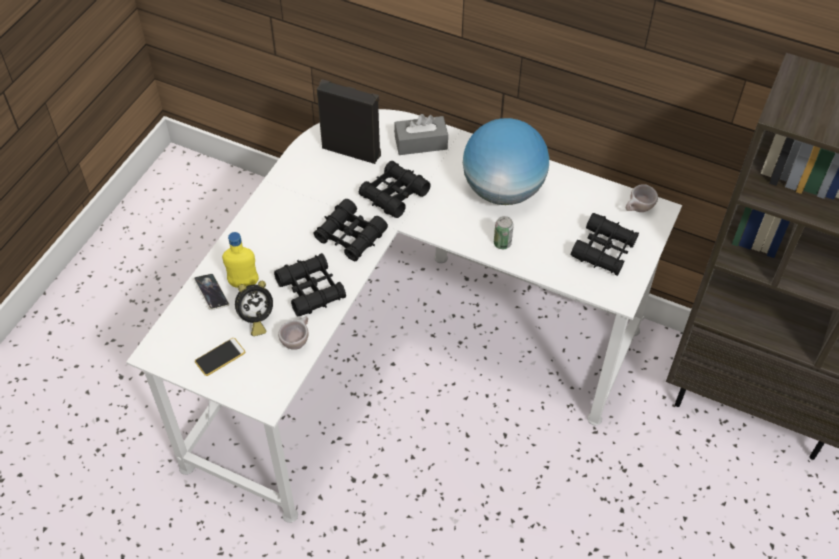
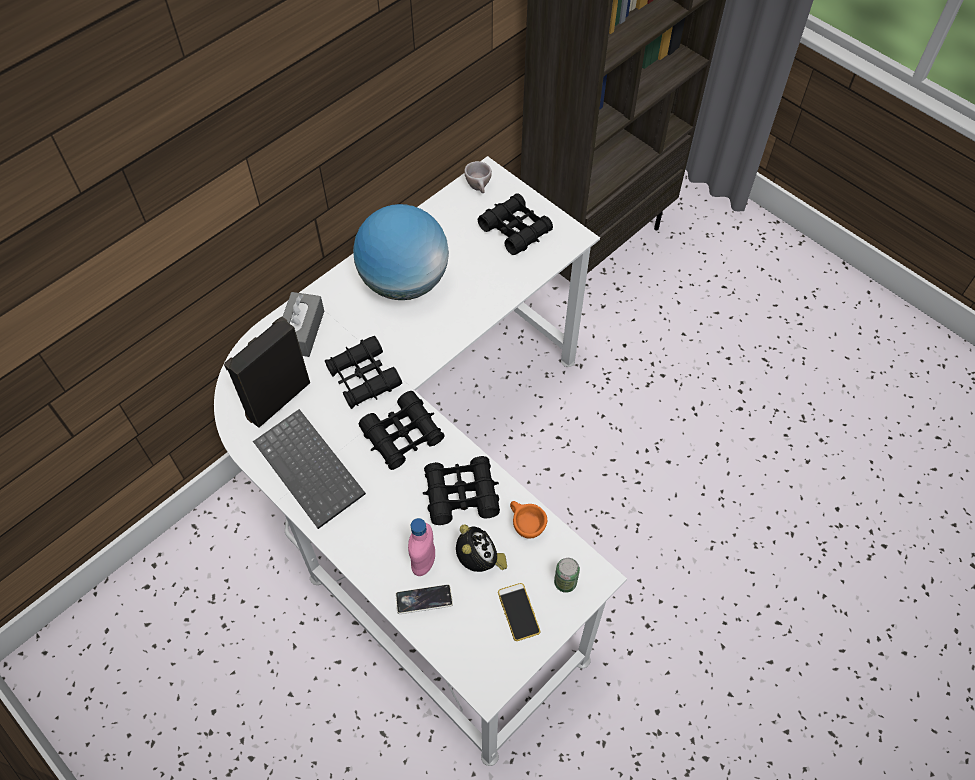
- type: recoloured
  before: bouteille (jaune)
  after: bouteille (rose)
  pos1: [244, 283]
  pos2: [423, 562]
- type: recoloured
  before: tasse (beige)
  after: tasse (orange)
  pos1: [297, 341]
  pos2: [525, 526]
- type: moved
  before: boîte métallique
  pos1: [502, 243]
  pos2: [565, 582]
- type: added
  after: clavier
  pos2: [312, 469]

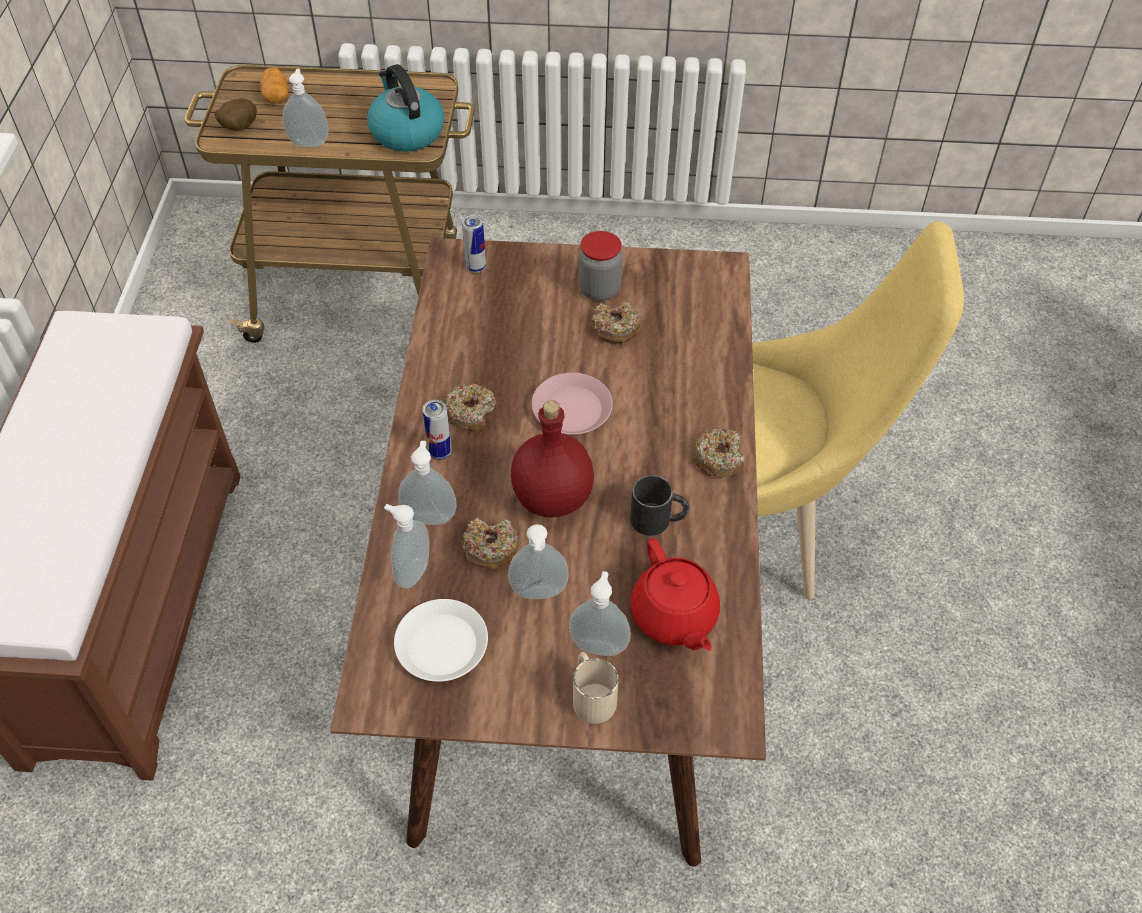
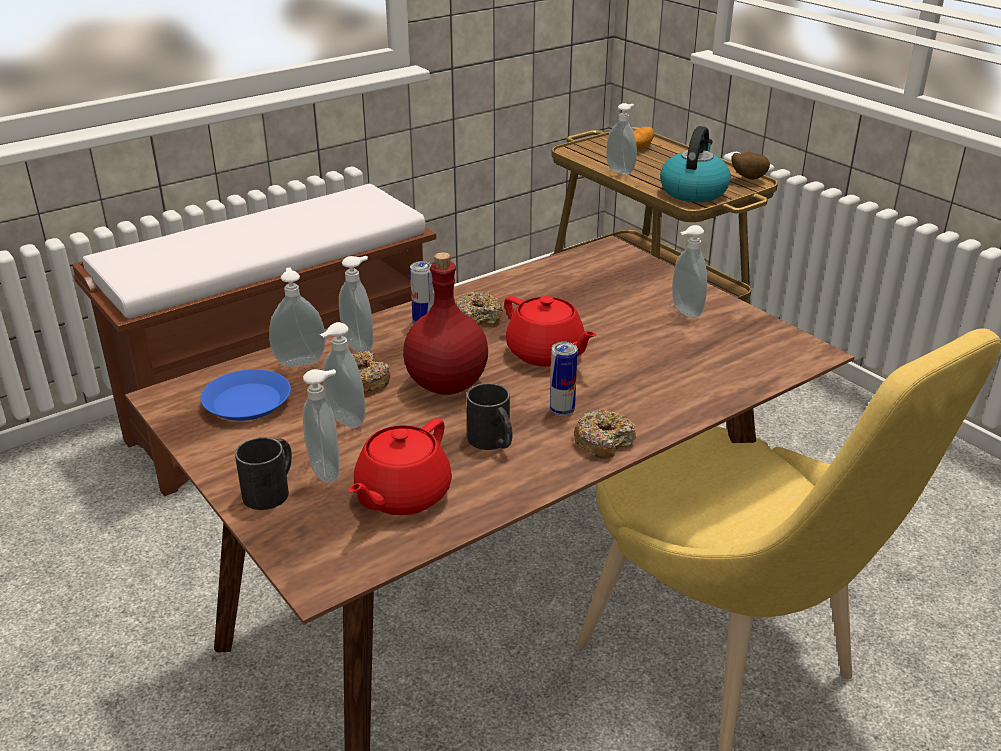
- type: moved
  before: pomme de terre
  pos1: [238, 128]
  pos2: [747, 178]
- type: recoloured
  before: assiette (blanc)
  after: assiette (bleu)
  pos1: [442, 645]
  pos2: [248, 402]
- type: moved
  before: boîte métallique
  pos1: [476, 267]
  pos2: [562, 411]
- type: replaced
  before: assiette (rose)
  after: théière (rouge)
  pos1: [572, 409]
  pos2: [546, 354]
- type: recoloured
  before: mug (beige)
  after: mug (noir)
  pos1: [591, 695]
  pos2: [272, 489]
- type: replaced
  before: bocal
  after: distributeur de savon
  pos1: [599, 289]
  pos2: [684, 312]
- type: removed
  before: beignet
  pos1: [615, 328]

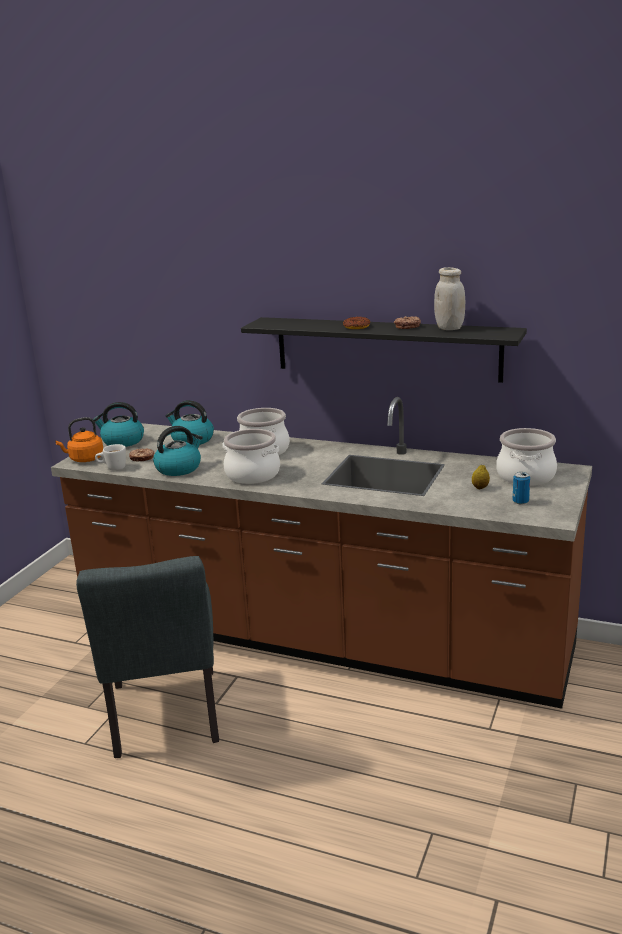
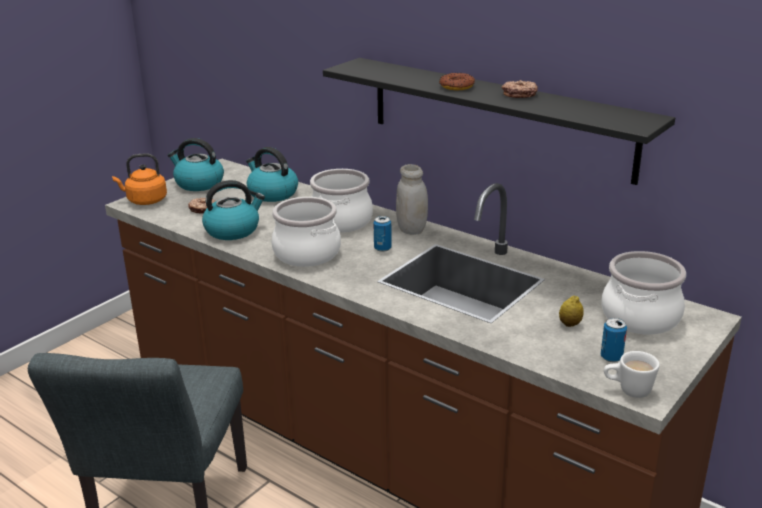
- type: moved
  before: mug (blanc)
  pos1: [112, 468]
  pos2: [628, 390]
- type: moved
  before: bocal (blanc)
  pos1: [449, 328]
  pos2: [411, 230]
- type: added
  after: boîte métallique
  pos2: [382, 248]

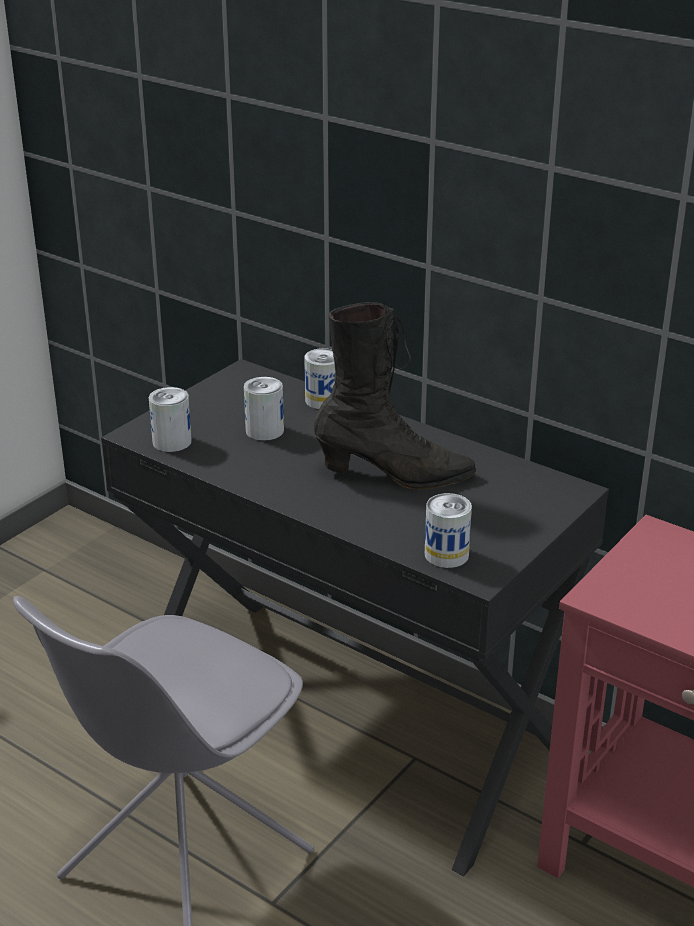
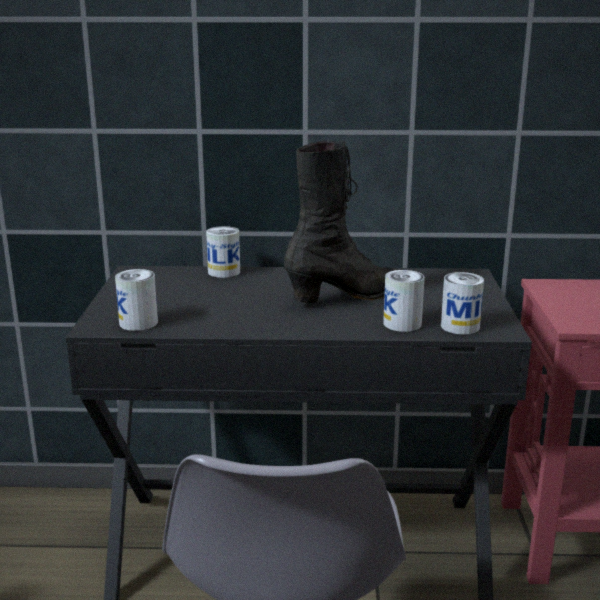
- type: moved
  before: boîte métallique
  pos1: [264, 430]
  pos2: [402, 324]

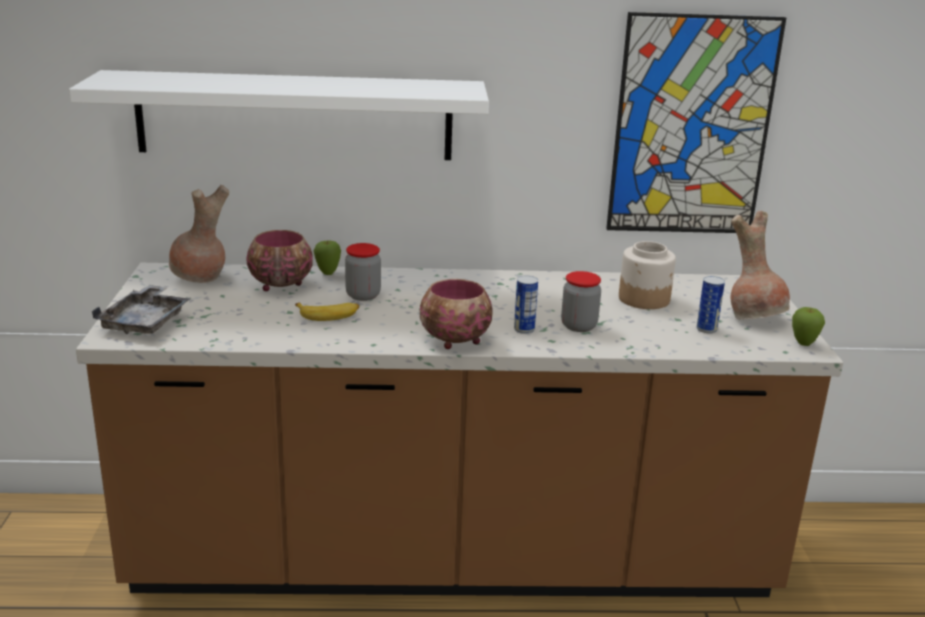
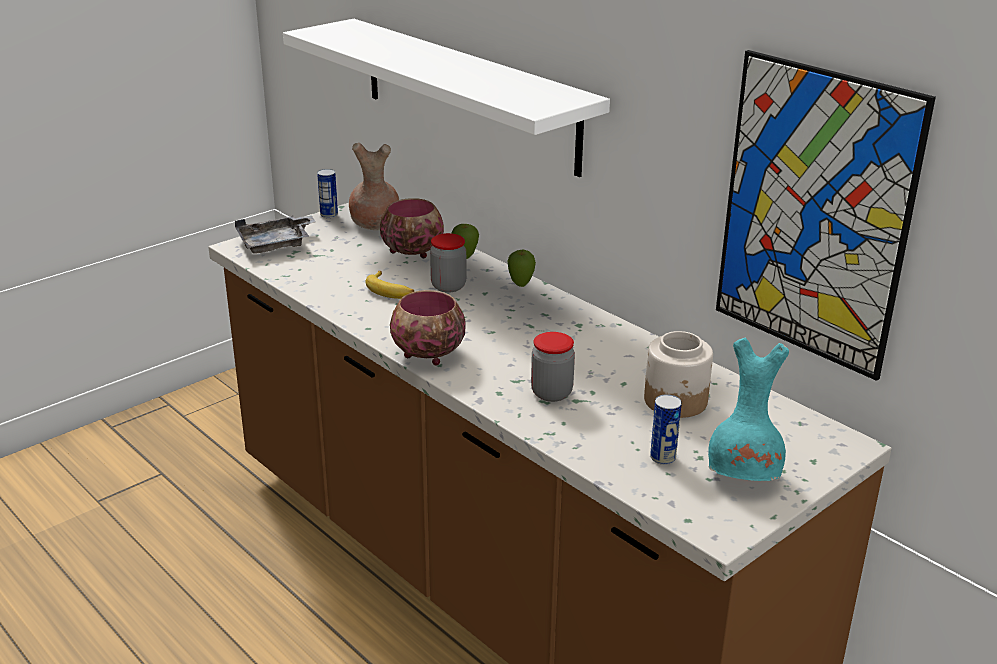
- type: moved
  before: boîte métallique
  pos1: [524, 329]
  pos2: [329, 215]
- type: recoloured
  before: vase (marron)
  after: vase (turquoise)
  pos1: [755, 318]
  pos2: [745, 475]
- type: moved
  before: pomme
  pos1: [803, 344]
  pos2: [521, 285]

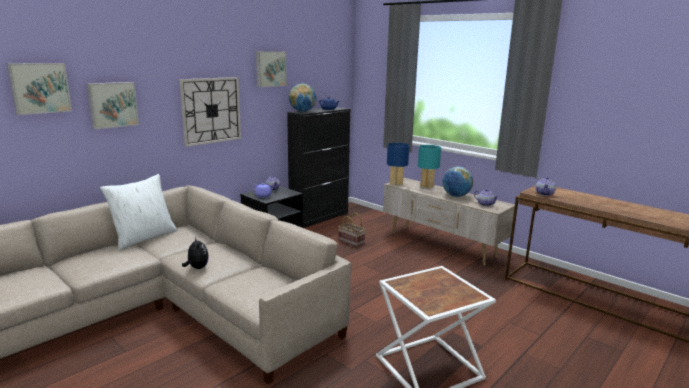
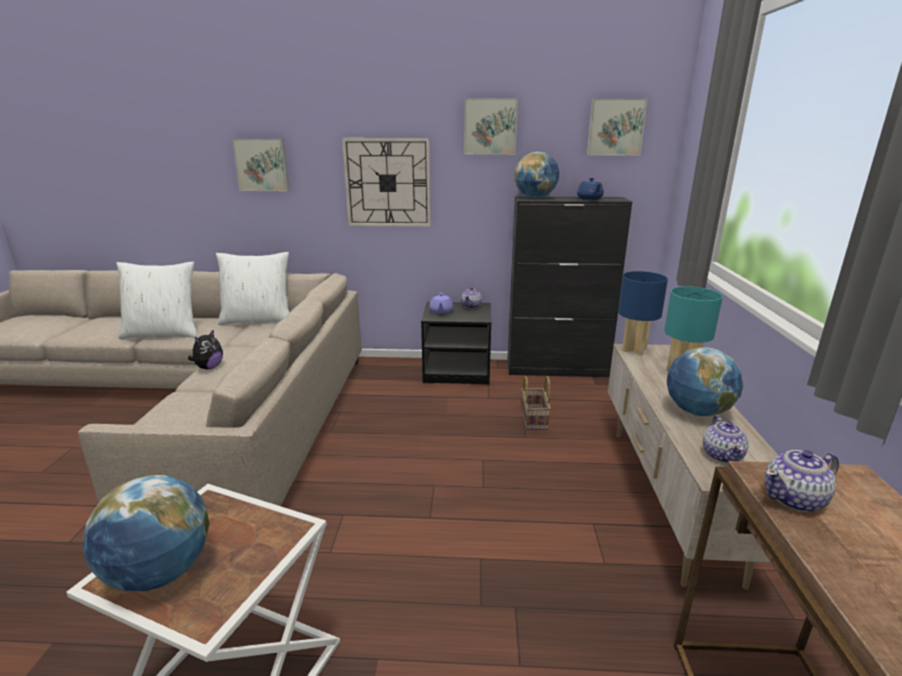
- type: moved
  before: tableau
  pos1: [40, 88]
  pos2: [615, 127]
- type: added
  after: globe
  pos2: [160, 572]
- type: added
  after: coussin (blanc)
  pos2: [164, 333]

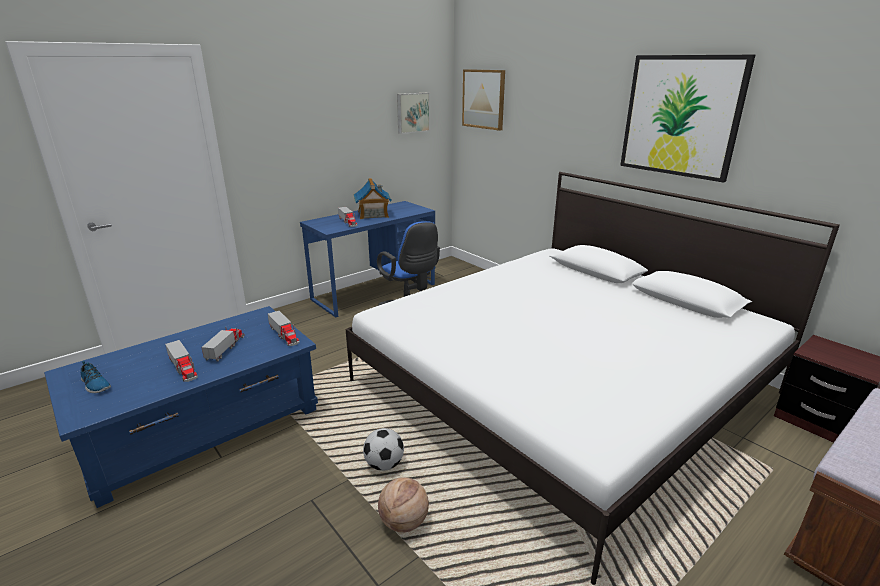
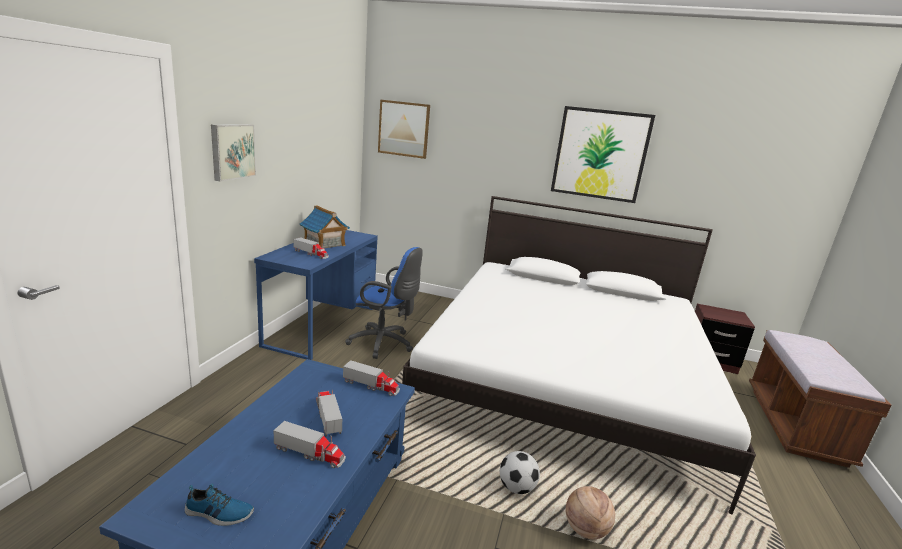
- type: moved
  before: tableau
  pos1: [412, 112]
  pos2: [232, 151]

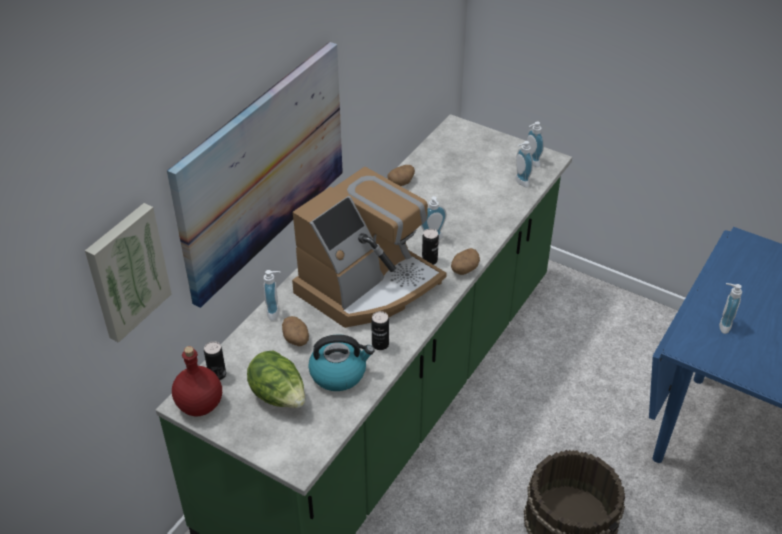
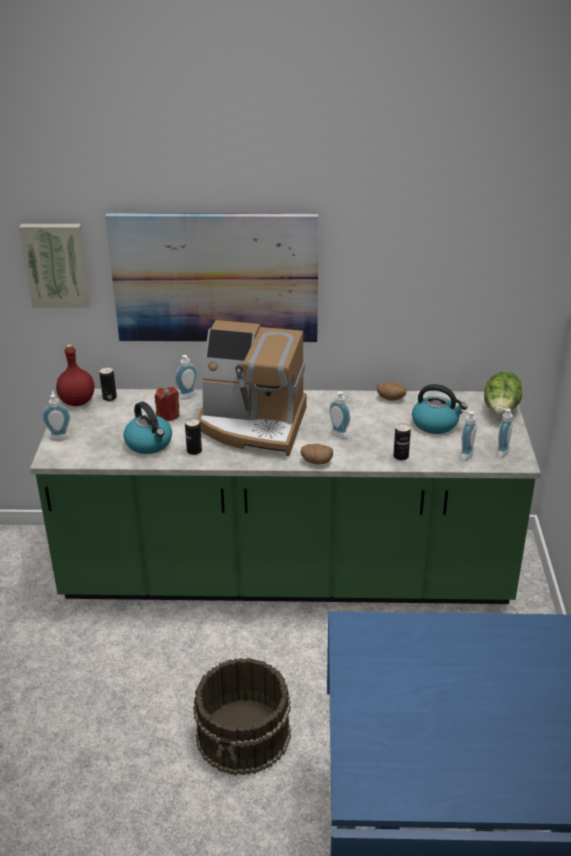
- type: moved
  before: laitue
  pos1: [279, 396]
  pos2: [500, 411]
- type: replaced
  before: pomme de terre
  after: bougie (rouge)
  pos1: [296, 339]
  pos2: [168, 415]
- type: moved
  before: boîte métallique
  pos1: [429, 260]
  pos2: [401, 456]
- type: moved
  before: distributeur de savon
  pos1: [722, 325]
  pos2: [59, 436]
- type: added
  after: bouilloire
  pos2: [436, 424]

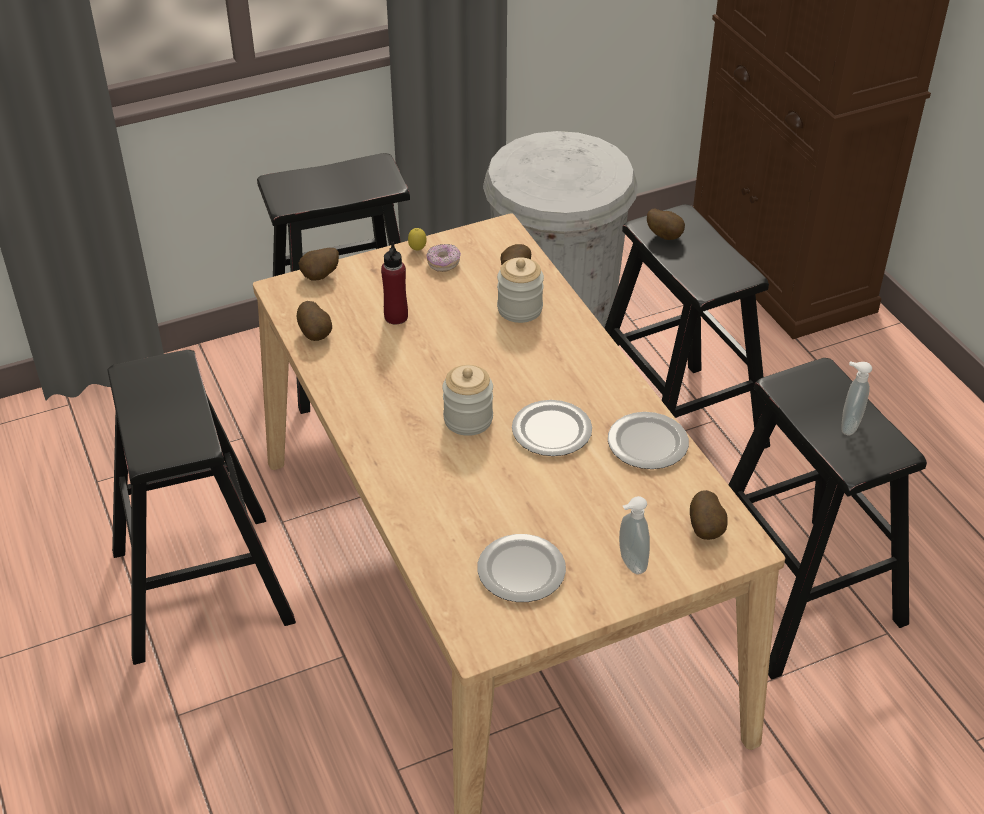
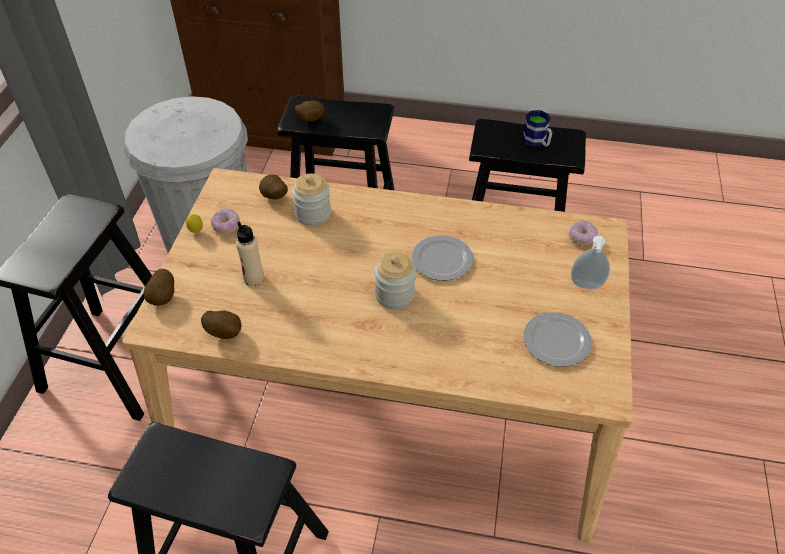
- type: recoloured
  before: bouteille (rouge)
  after: bouteille (beige)
  pos1: [396, 317]
  pos2: [254, 278]
- type: removed
  before: assiette
  pos1: [649, 443]
- type: replaced
  before: pomme de terre
  after: beignet
  pos1: [706, 529]
  pos2: [582, 238]
- type: replaced
  before: distributeur de savon
  after: mug
  pos1: [847, 425]
  pos2: [537, 142]

